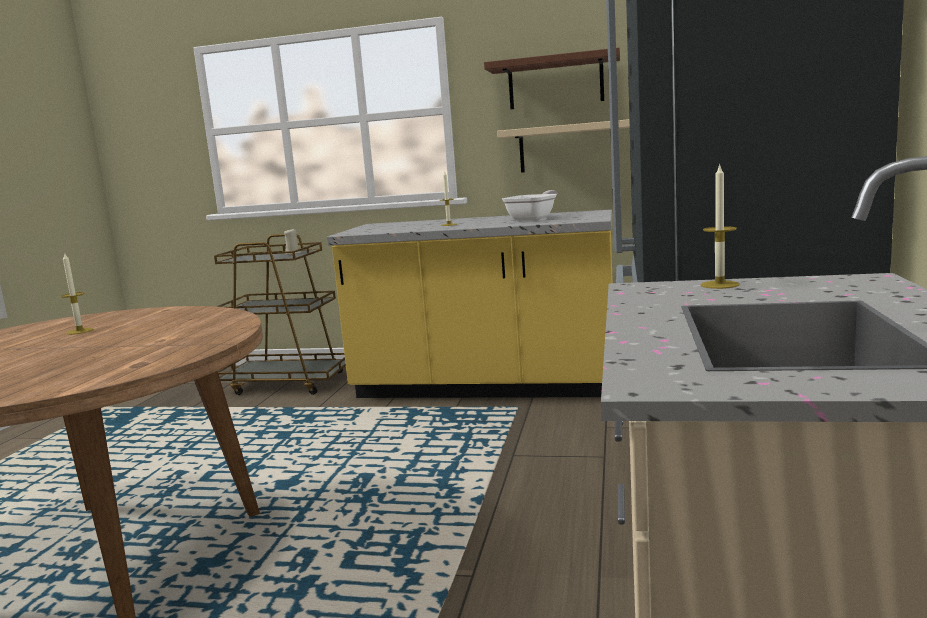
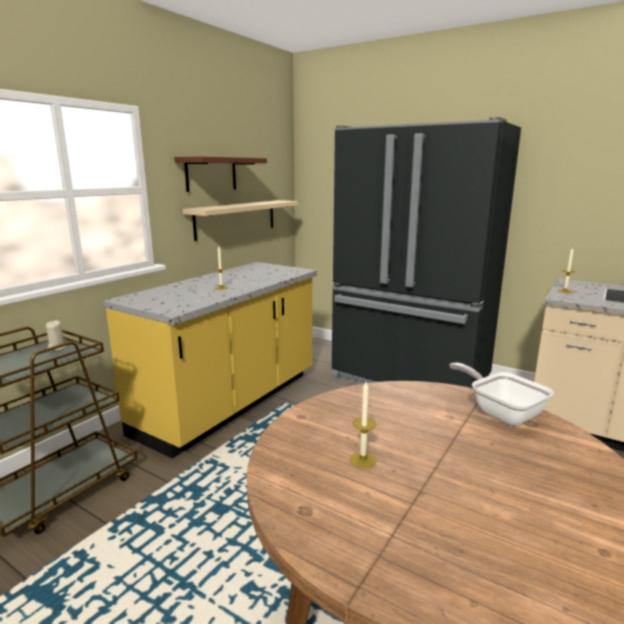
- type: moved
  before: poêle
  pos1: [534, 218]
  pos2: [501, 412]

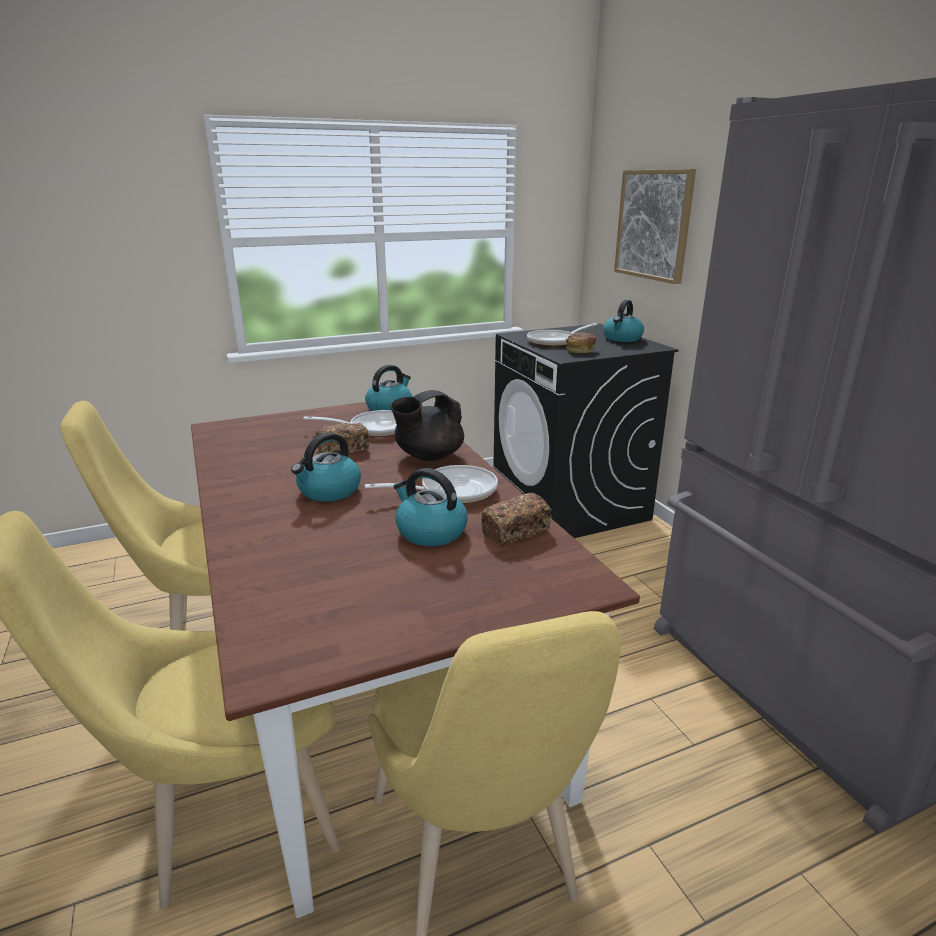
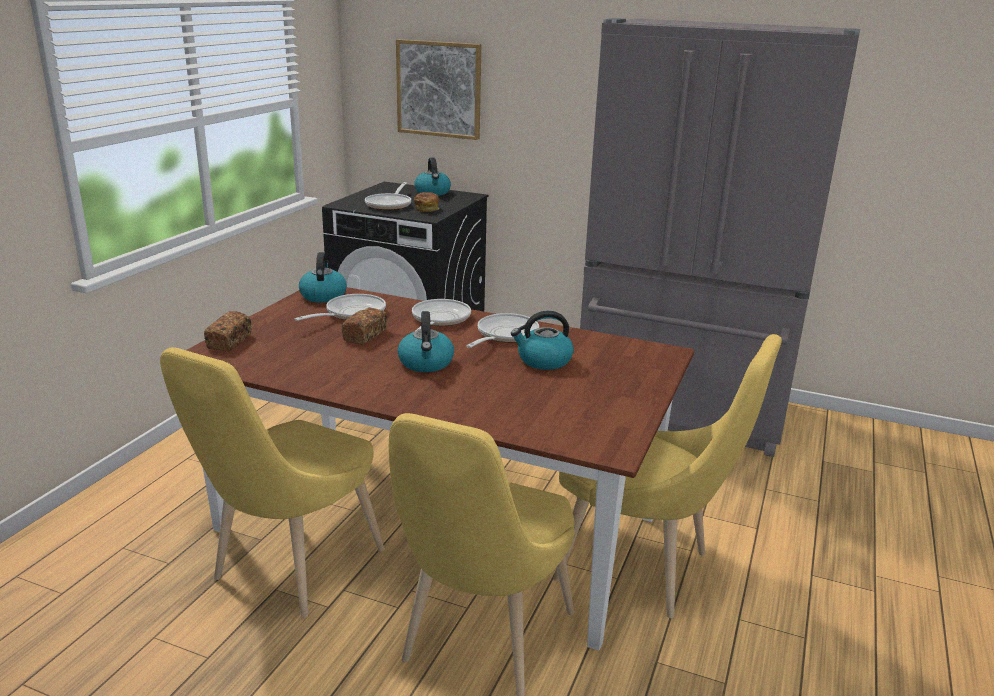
- type: replaced
  before: théière (noir)
  after: poêle
  pos1: [428, 456]
  pos2: [439, 320]
- type: moved
  before: pain
  pos1: [516, 532]
  pos2: [229, 342]

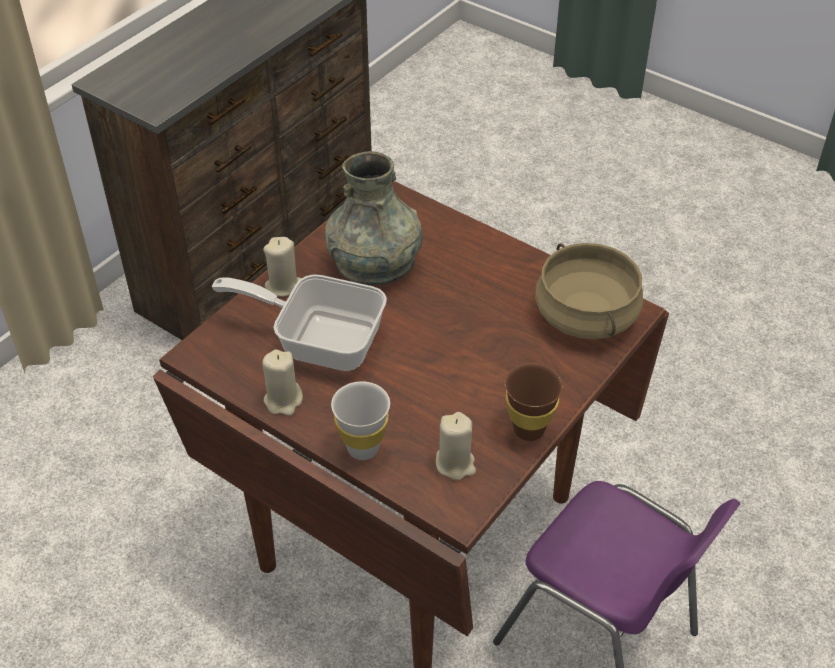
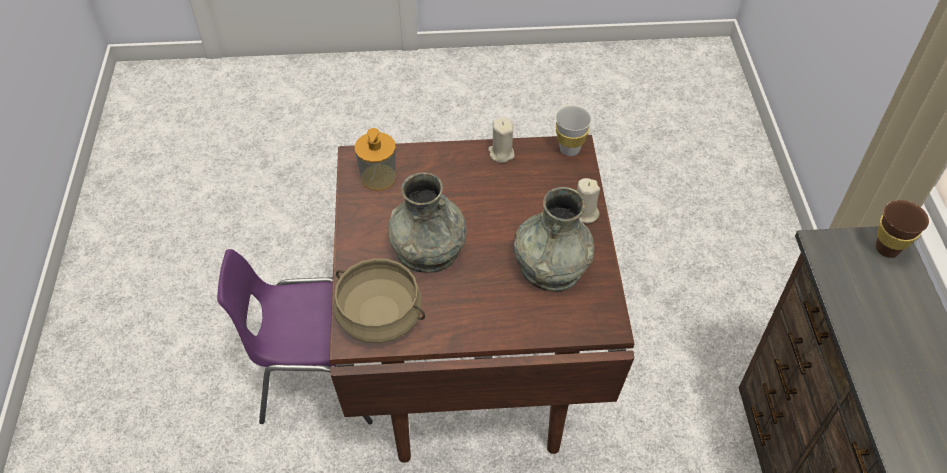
- type: removed
  before: poêle
  pos1: [319, 339]
- type: moved
  before: tasse (blanc)
  pos1: [363, 448]
  pos2: [569, 149]
- type: replaced
  before: bougie (beige)
  after: distributeur de savon
  pos1: [455, 464]
  pos2: [378, 177]
- type: moved
  before: tasse (marron)
  pos1: [529, 429]
  pos2: [887, 249]
- type: added
  after: vase (gris)
  pos2: [428, 248]

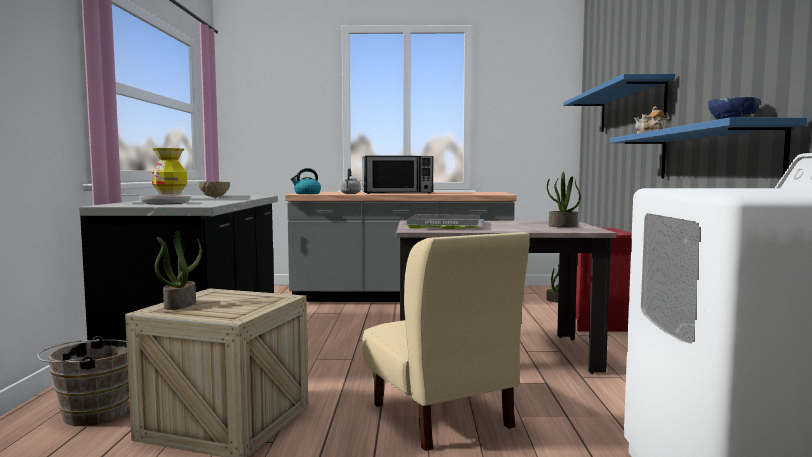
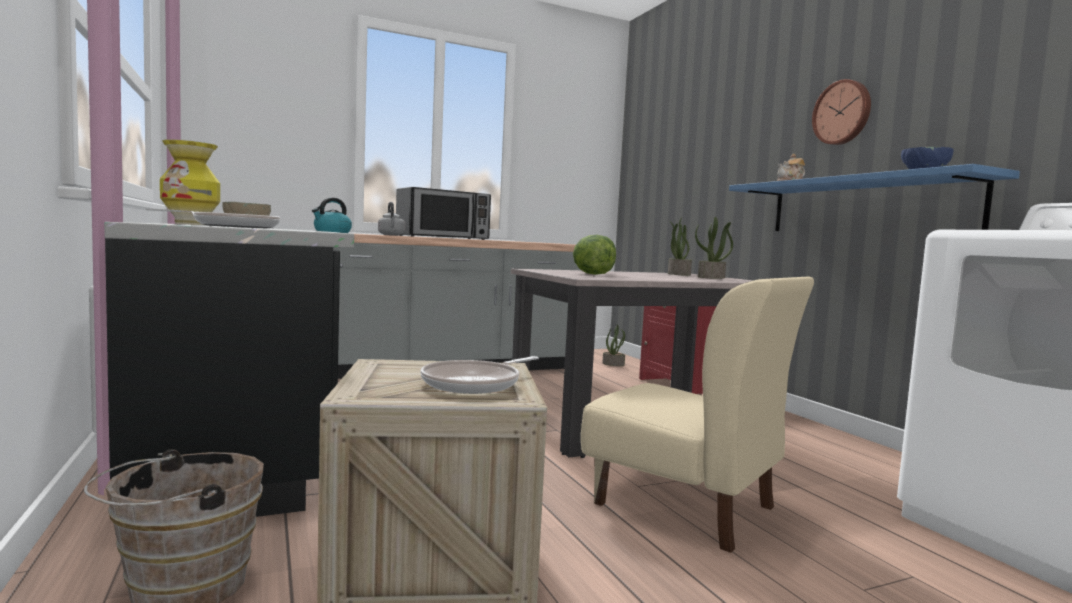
- type: moved
  before: plante en pot
  pos1: [180, 304]
  pos2: [678, 274]
- type: replaced
  before: plateau (gris)
  after: laitue
  pos1: [443, 225]
  pos2: [592, 274]
- type: removed
  before: étagère (bleu)
  pos1: [630, 108]
- type: added
  after: poêle
  pos2: [475, 383]
- type: added
  after: horloge murale
  pos2: [843, 113]

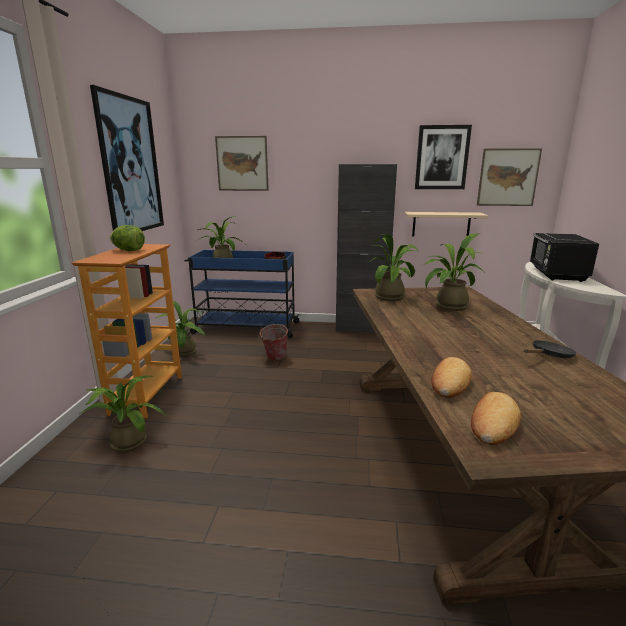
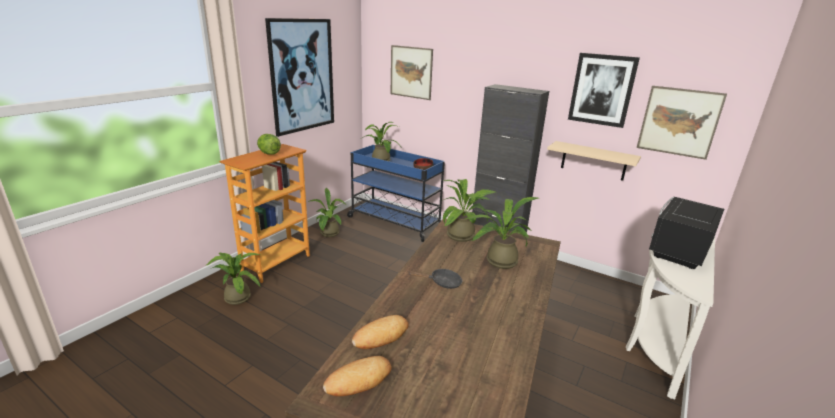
- type: removed
  before: seau
  pos1: [274, 358]
- type: moved
  before: poêle (noir)
  pos1: [549, 355]
  pos2: [442, 283]

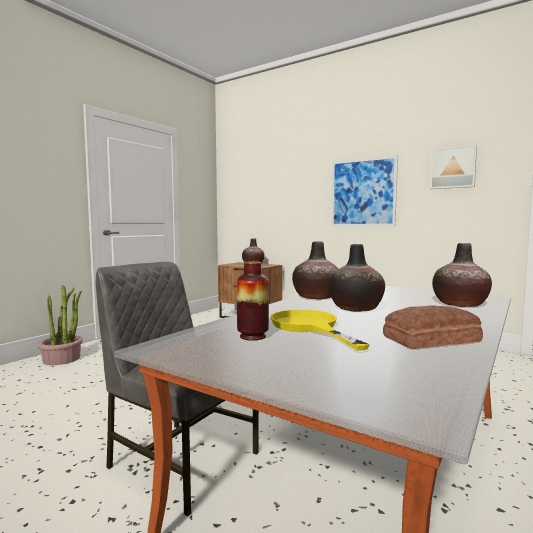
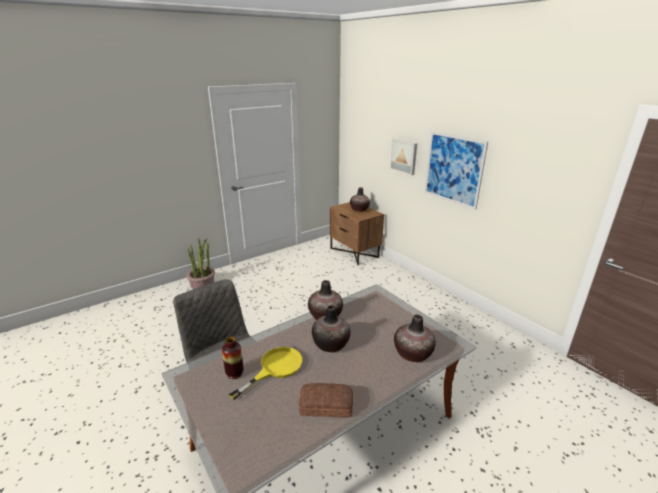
- type: turned
  before: poêle (jaune)
  pos1: [309, 327]
  pos2: [275, 368]
  turn: 45
- type: moved
  before: tableau
  pos1: [453, 167]
  pos2: [404, 156]

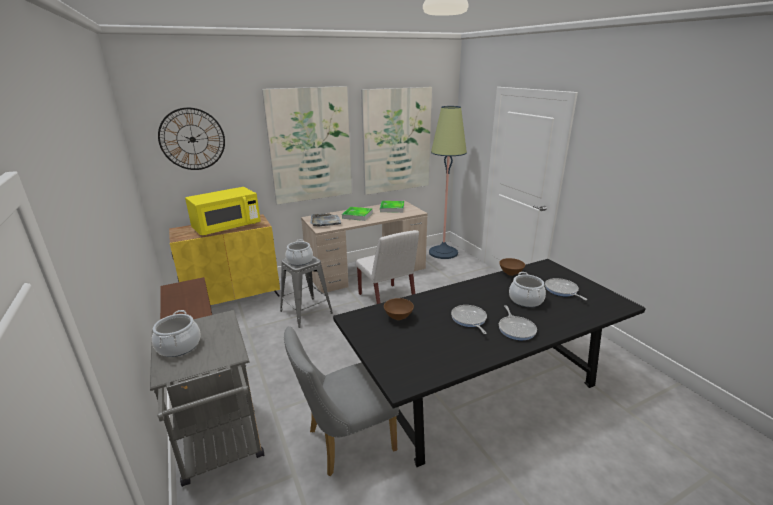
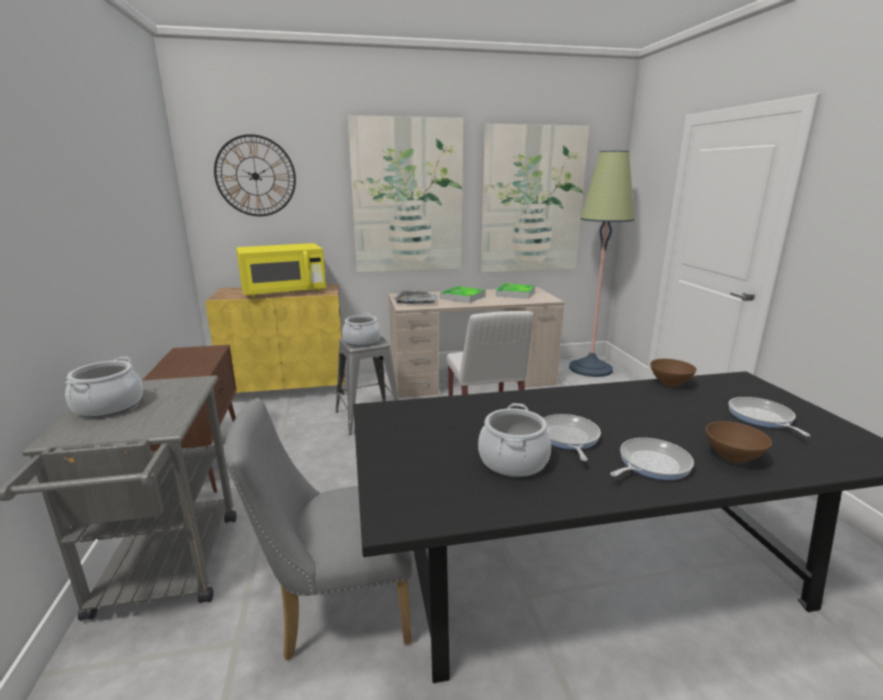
- type: moved
  before: bol (marron)
  pos1: [398, 317]
  pos2: [733, 458]
- type: turned
  before: poêle
  pos1: [516, 329]
  pos2: [651, 464]
  turn: -135
- type: moved
  before: marmite
  pos1: [525, 300]
  pos2: [513, 461]

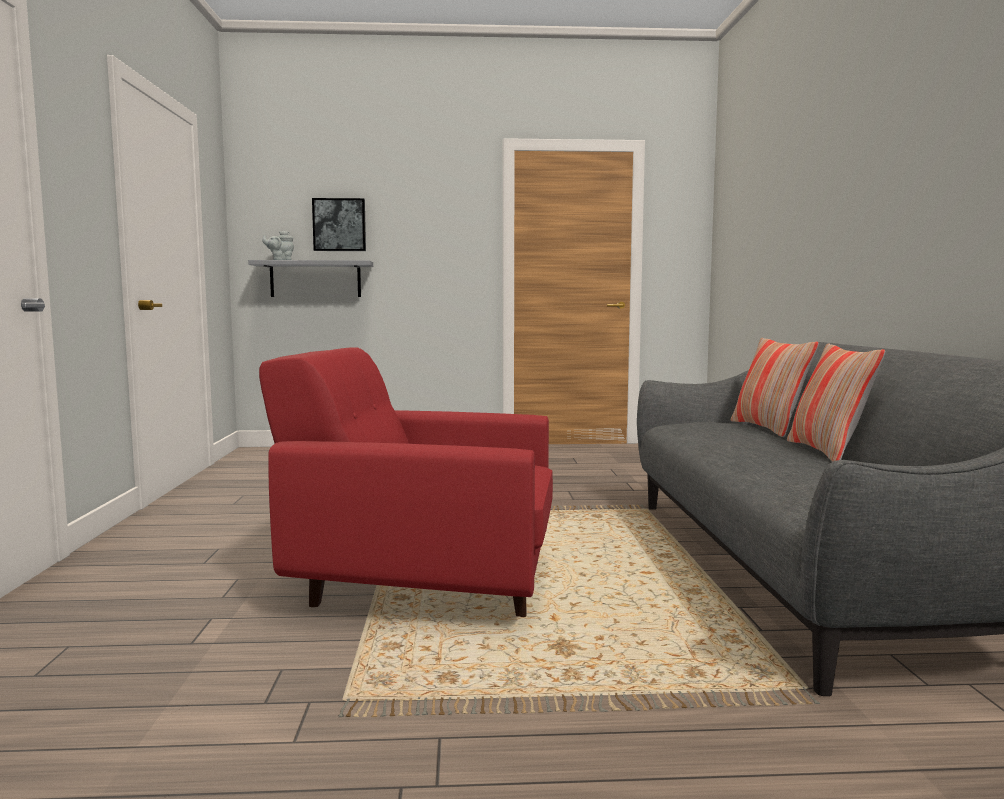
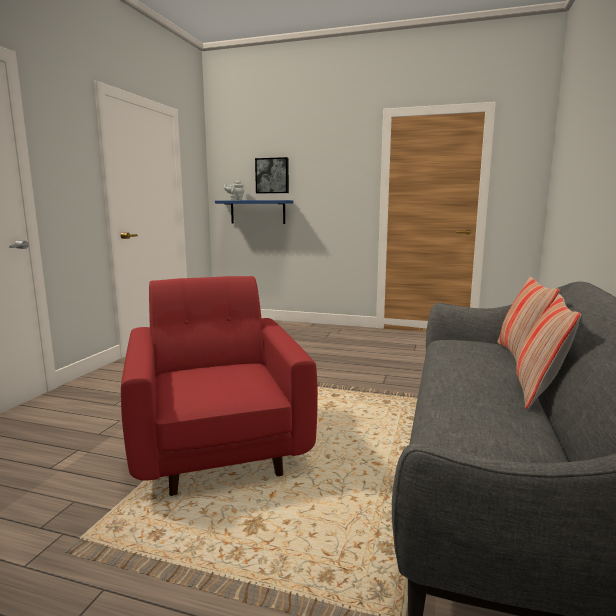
- type: recoloured
  before: étagère (gris)
  after: étagère (bleu)
  pos1: [315, 279]
  pos2: [257, 212]
- type: turned
  before: fauteuil (rouge)
  pos1: [422, 582]
  pos2: [218, 443]
  turn: 45

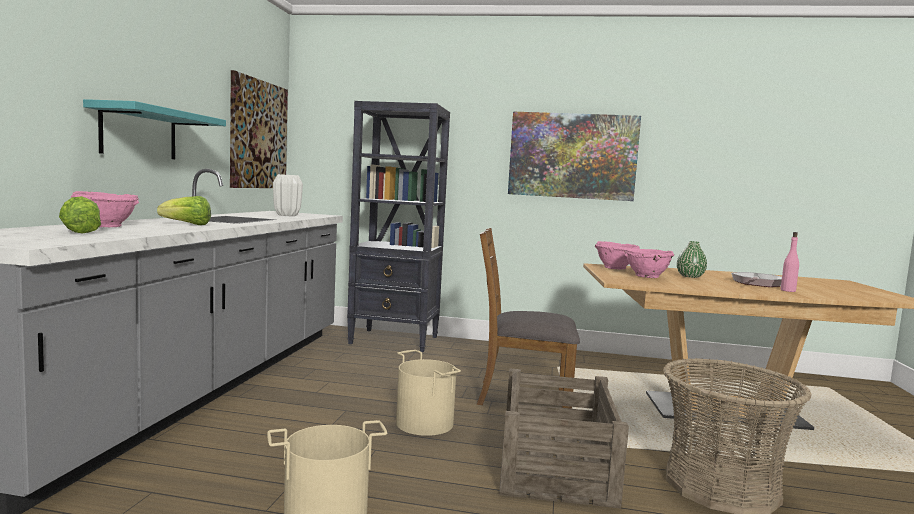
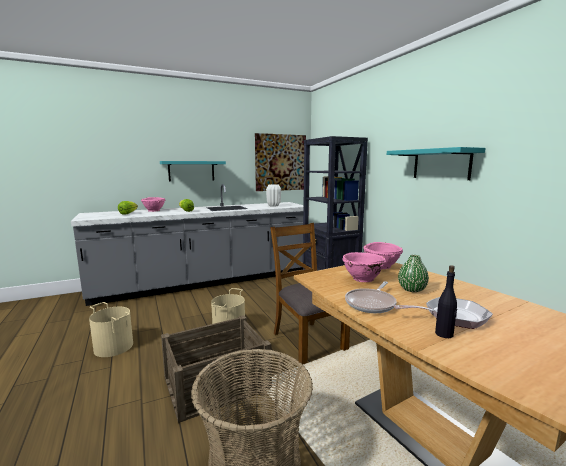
- type: replaced
  before: tableau
  after: étagère (turquoise)
  pos1: [572, 156]
  pos2: [441, 164]
- type: recoloured
  before: bouteille (rose)
  after: bouteille (noir)
  pos1: [788, 290]
  pos2: [444, 334]
- type: added
  after: poêle
  pos2: [371, 303]

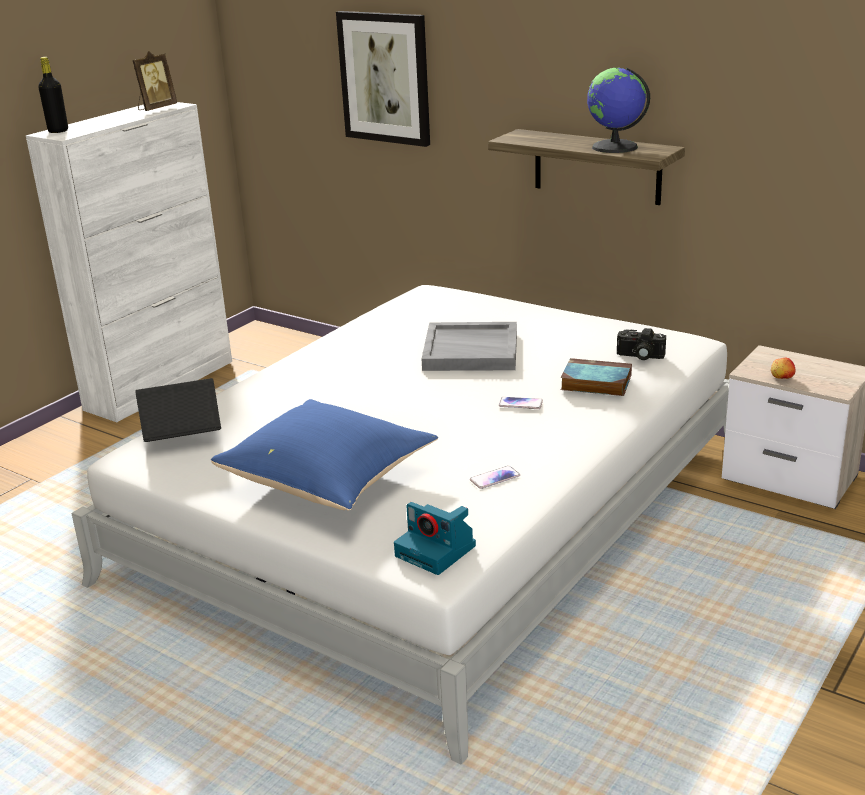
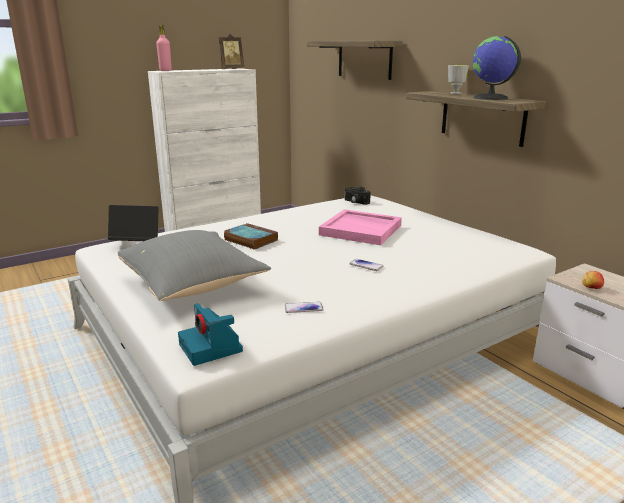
- type: recoloured
  before: bouteille (noir)
  after: bouteille (rose)
  pos1: [58, 131]
  pos2: [165, 70]
- type: recoloured
  before: coussin (bleu)
  after: coussin (gris)
  pos1: [330, 481]
  pos2: [194, 286]
- type: replaced
  before: tableau
  after: étagère
  pos1: [385, 78]
  pos2: [364, 59]
- type: recoloured
  before: plateau (gris)
  after: plateau (rose)
  pos1: [472, 350]
  pos2: [361, 230]
- type: moved
  before: livre
  pos1: [594, 382]
  pos2: [249, 240]
- type: moved
  before: appareil photo
  pos1: [639, 356]
  pos2: [355, 202]
- type: added
  after: tasse
  pos2: [455, 93]

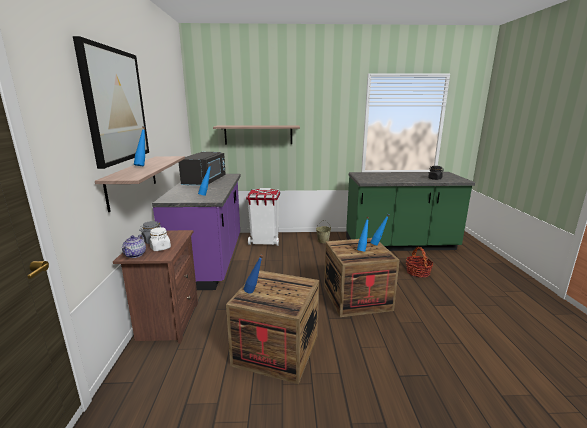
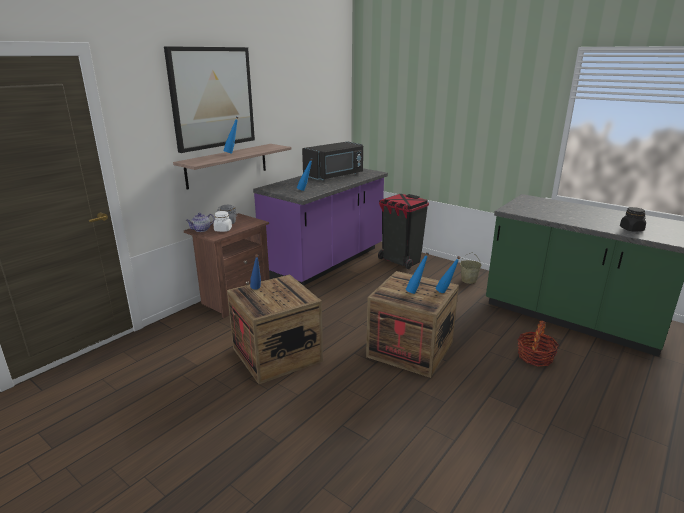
- type: removed
  before: étagère
  pos1: [258, 134]
- type: recoloured
  before: poubelle (blanc)
  after: poubelle (noir)
  pos1: [265, 242]
  pos2: [400, 261]

